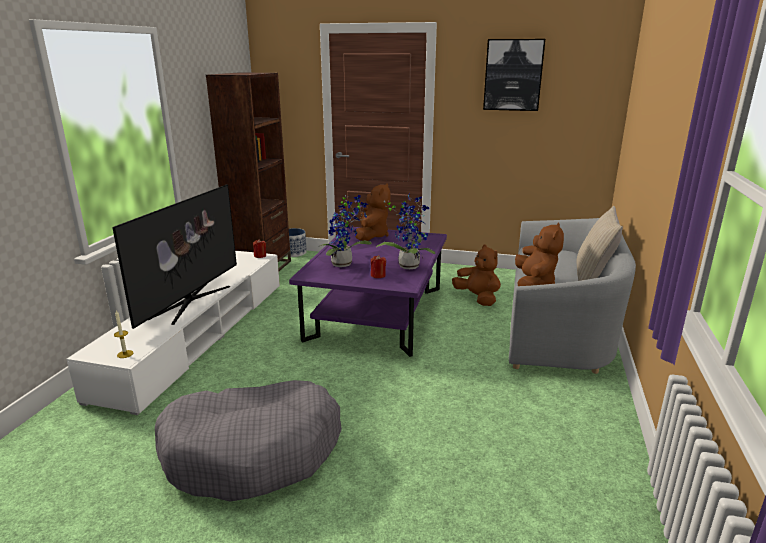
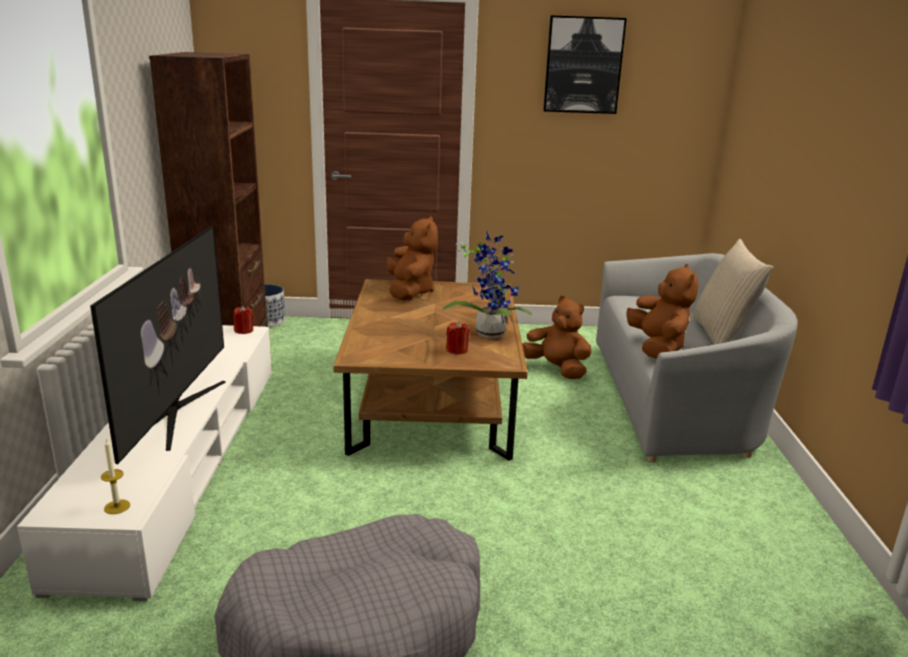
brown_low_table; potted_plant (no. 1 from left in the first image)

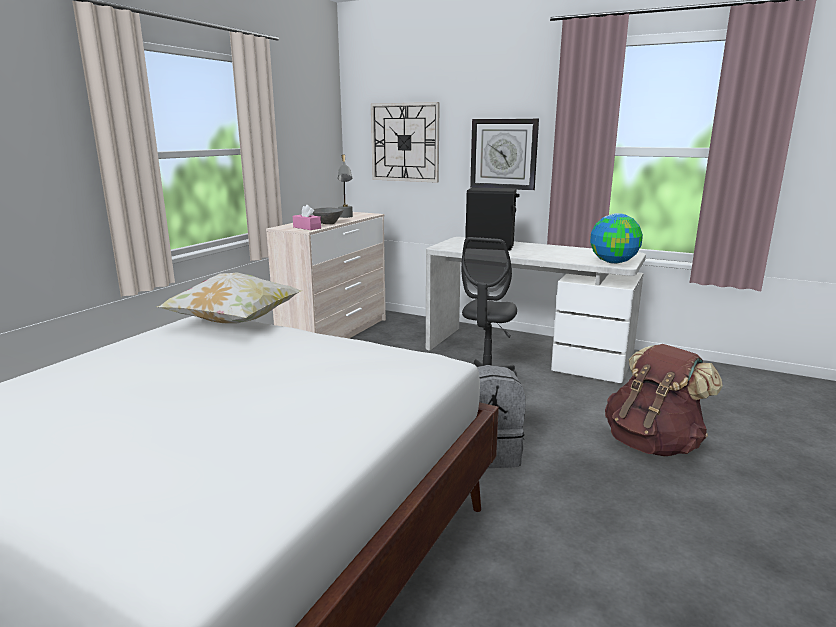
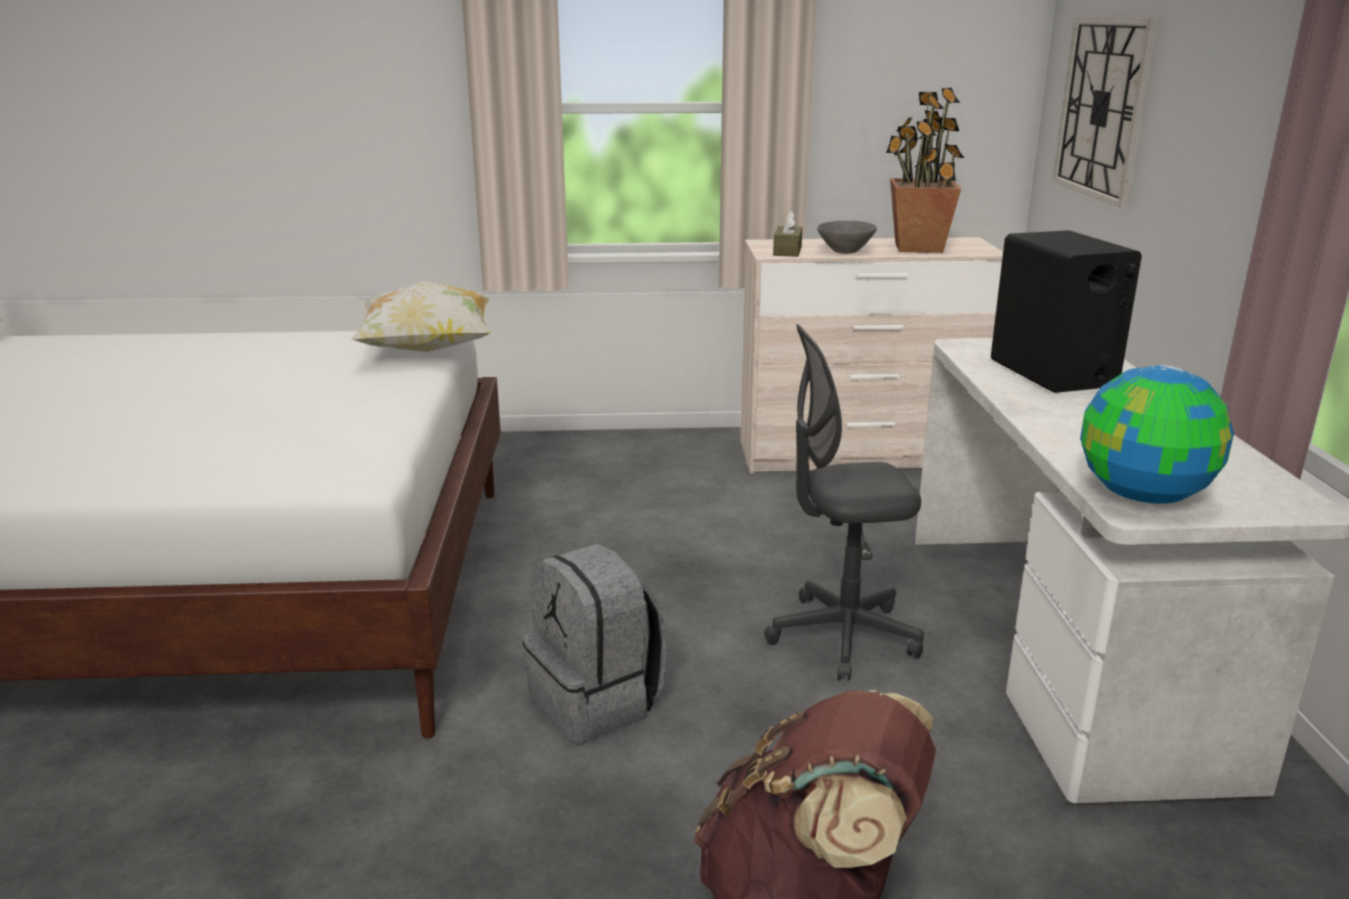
brown_box_of_tissues; potted_plant; clock_on_the_wall (no. 2 from left in the first image)

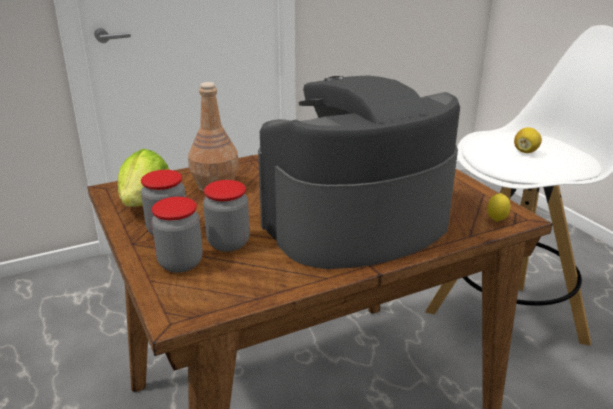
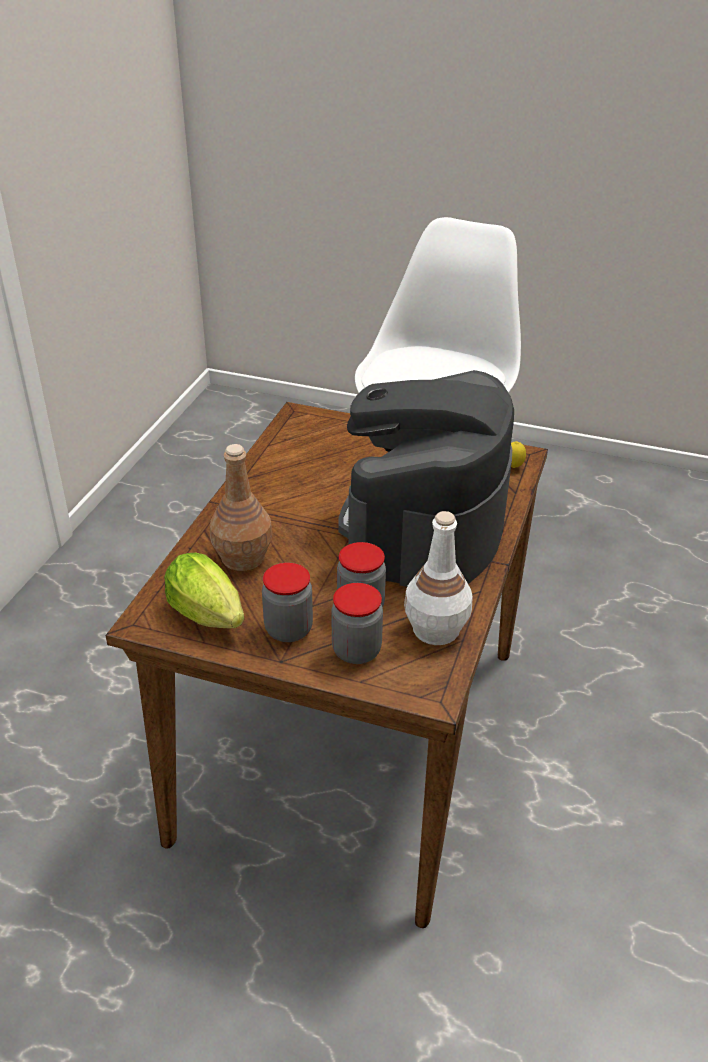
white-coloured_drink_bottle; whole_lemon (no. 2 from left in the first image)

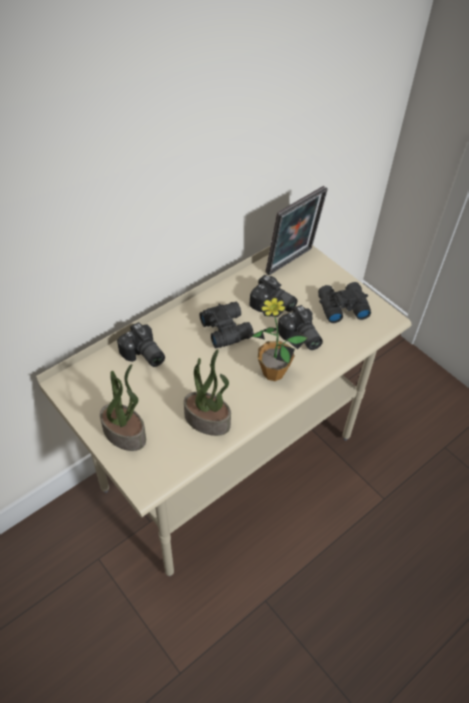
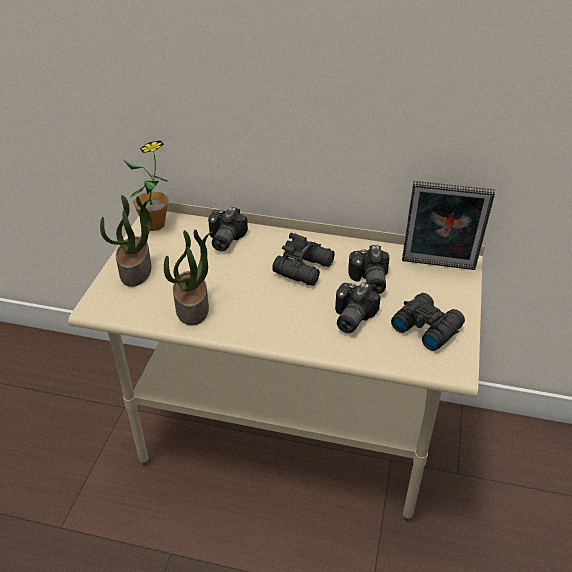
potted_plant (no. 2 from left)

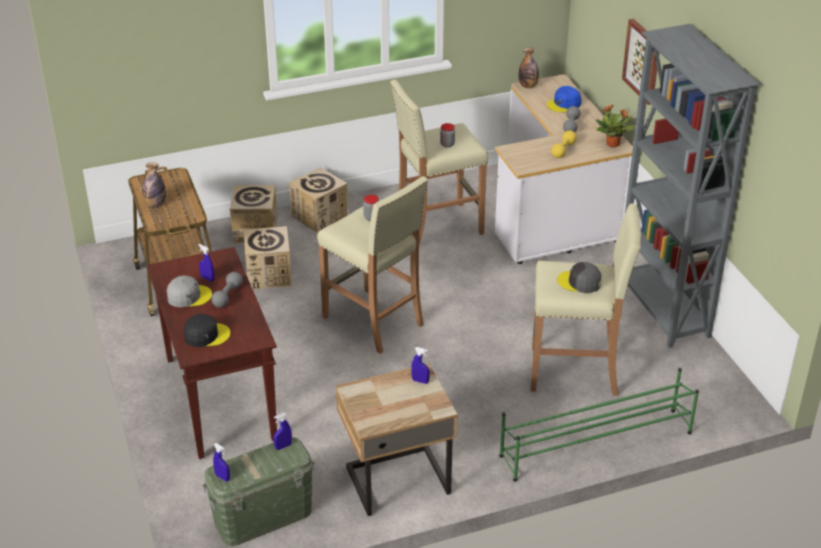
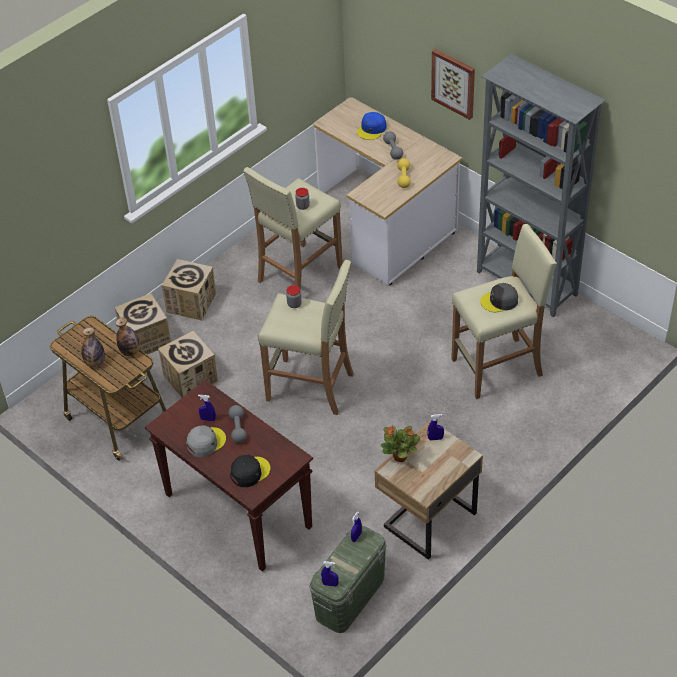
drink_bottle (no. 2 from left); potted_plant; green_shoe_rack

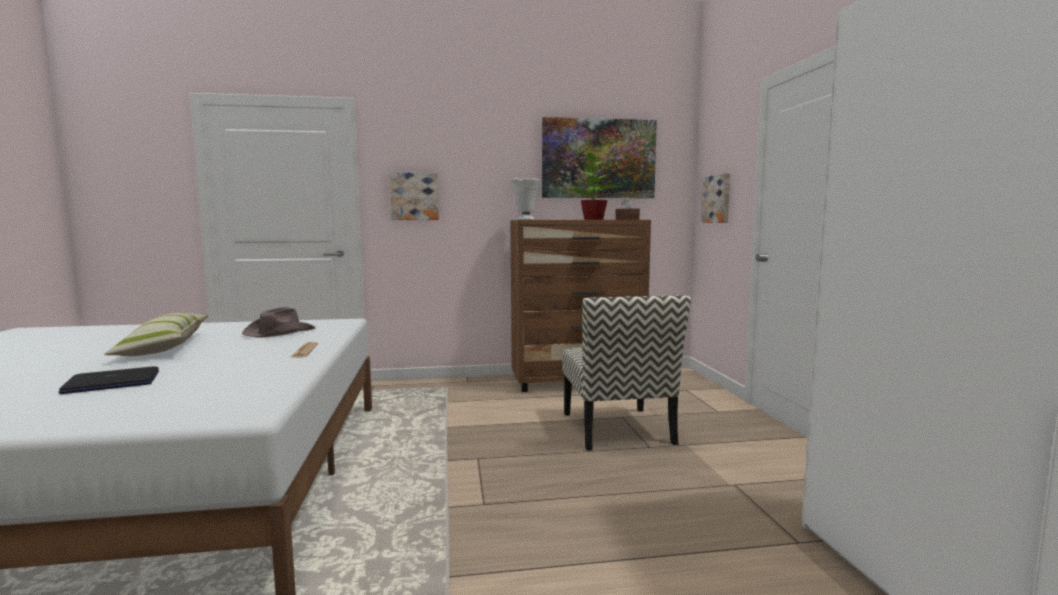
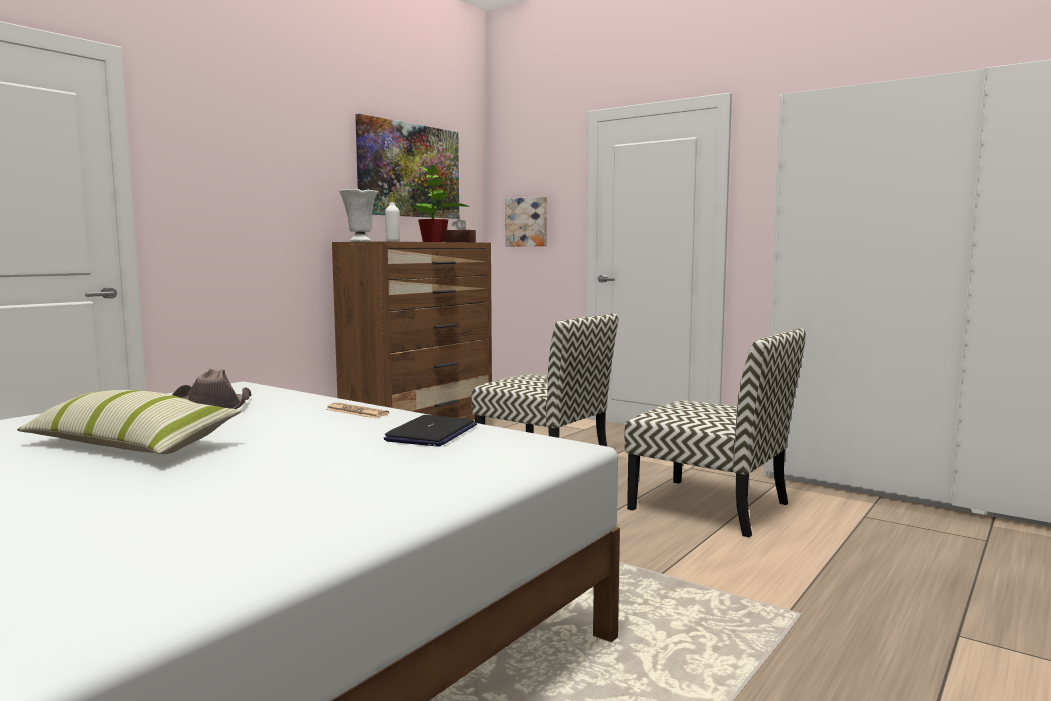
laptop; white-coloured_drink_bottle; plain_chair (no. 2 from left); wall_picture (no. 1 from left in the first image)

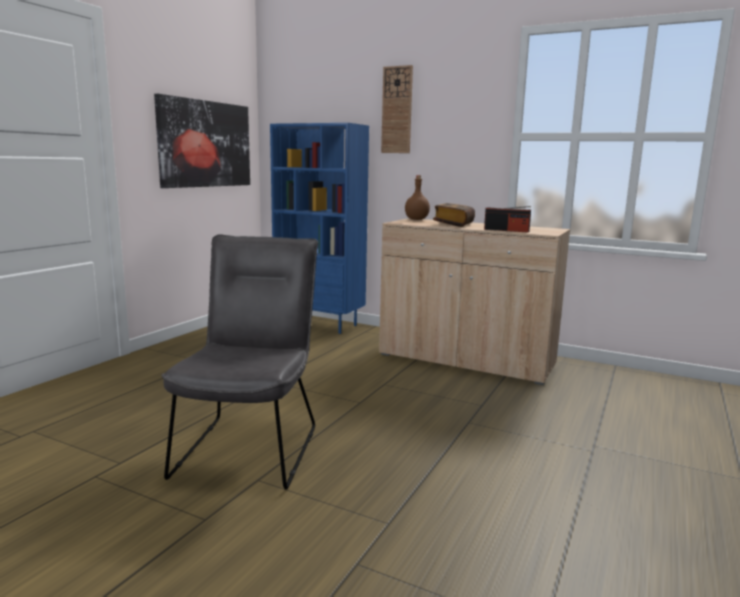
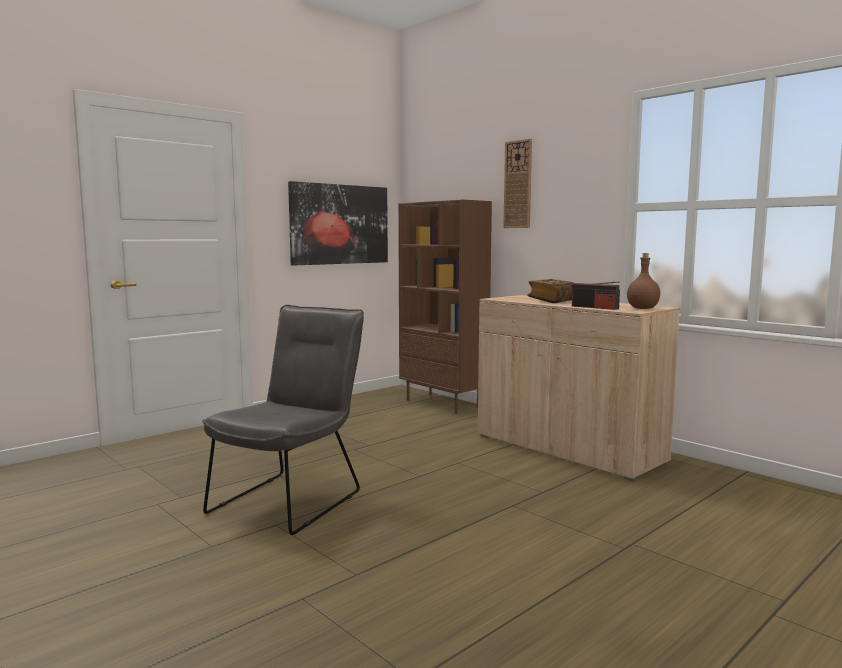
brown_bookcase; brown_drink_bottle

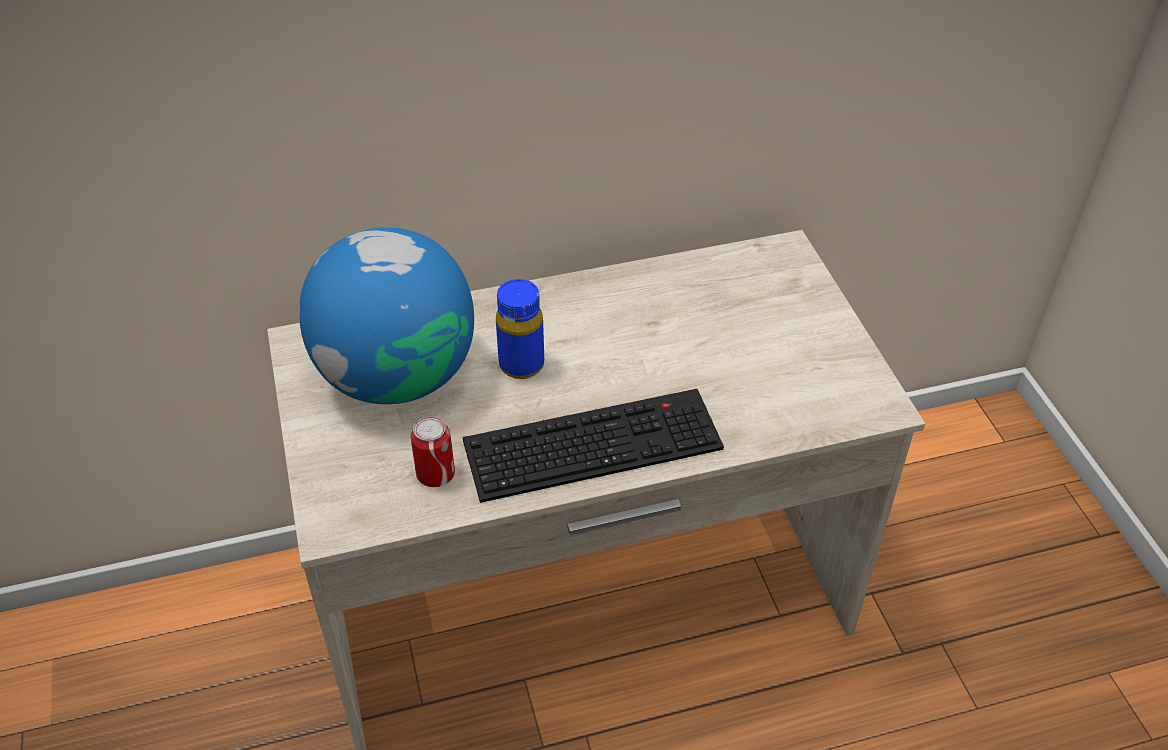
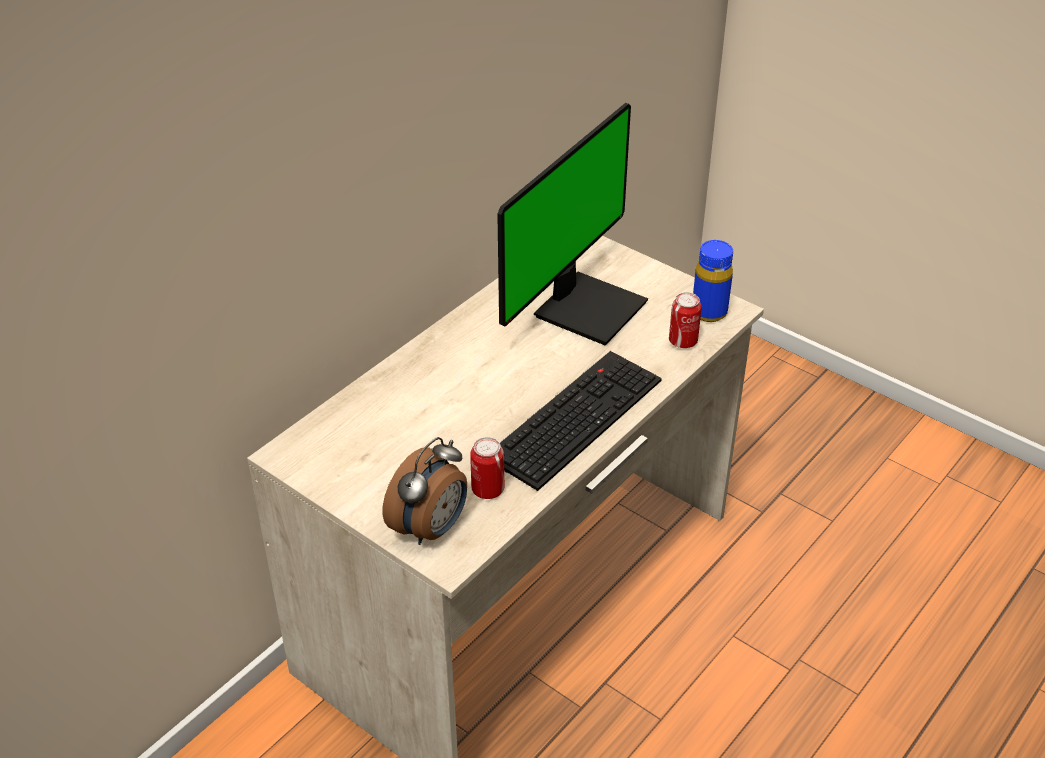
alarm_clock; computer_screen; can (no. 2 from left); blue-coloured_drink_bottle; world_globe

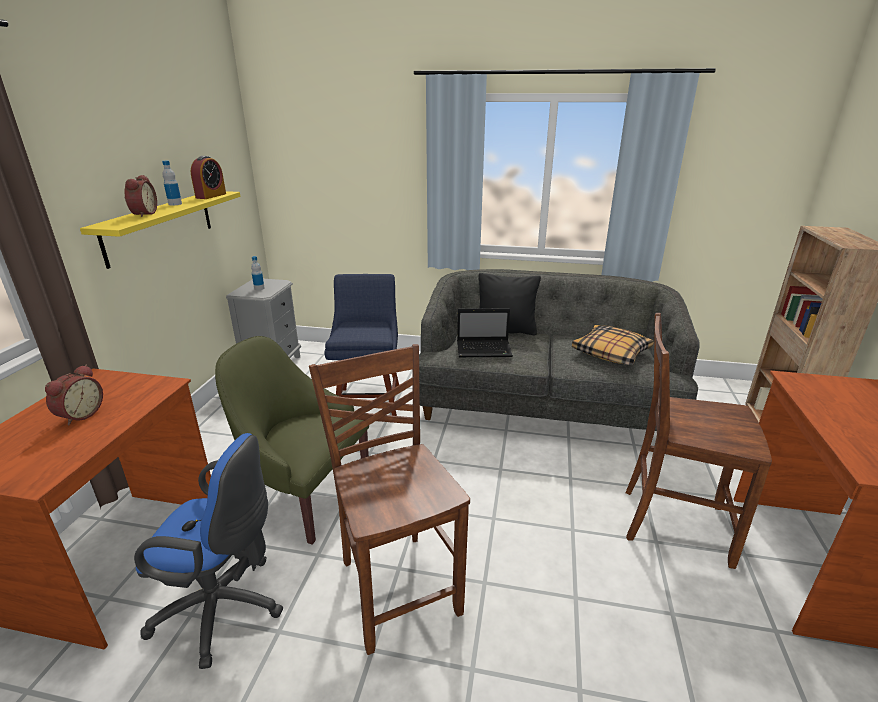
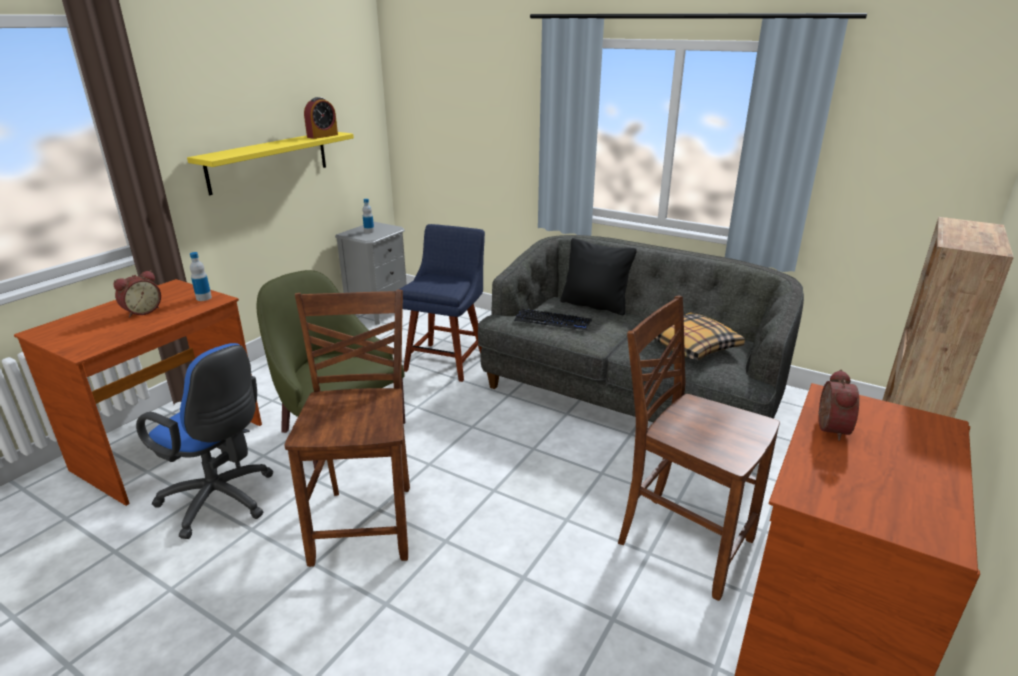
drink_bottle (no. 1 from left); keyboard; alarm_clock (no. 3 from left)

